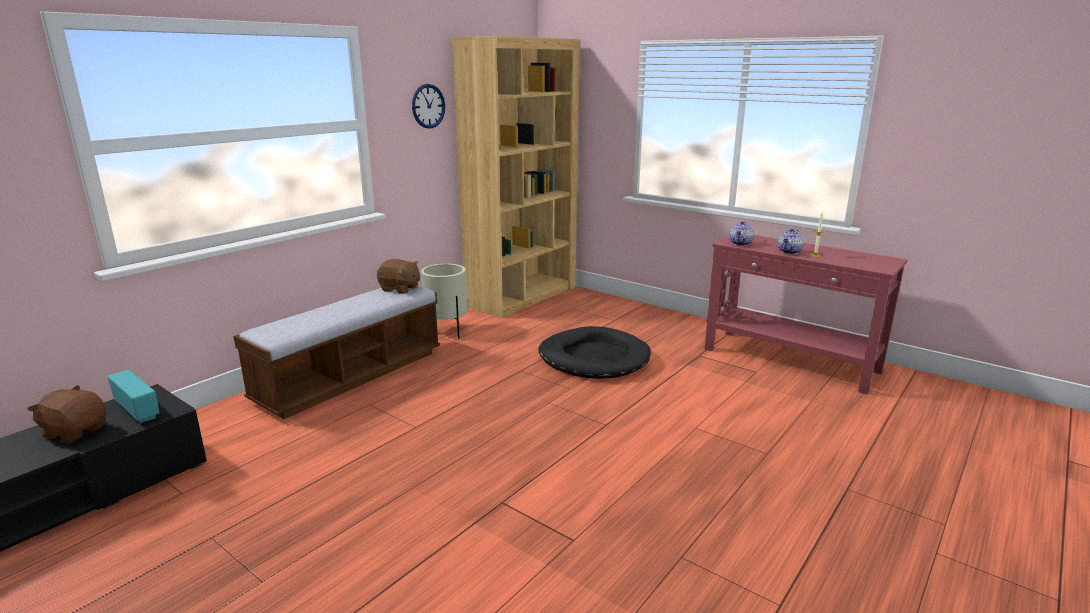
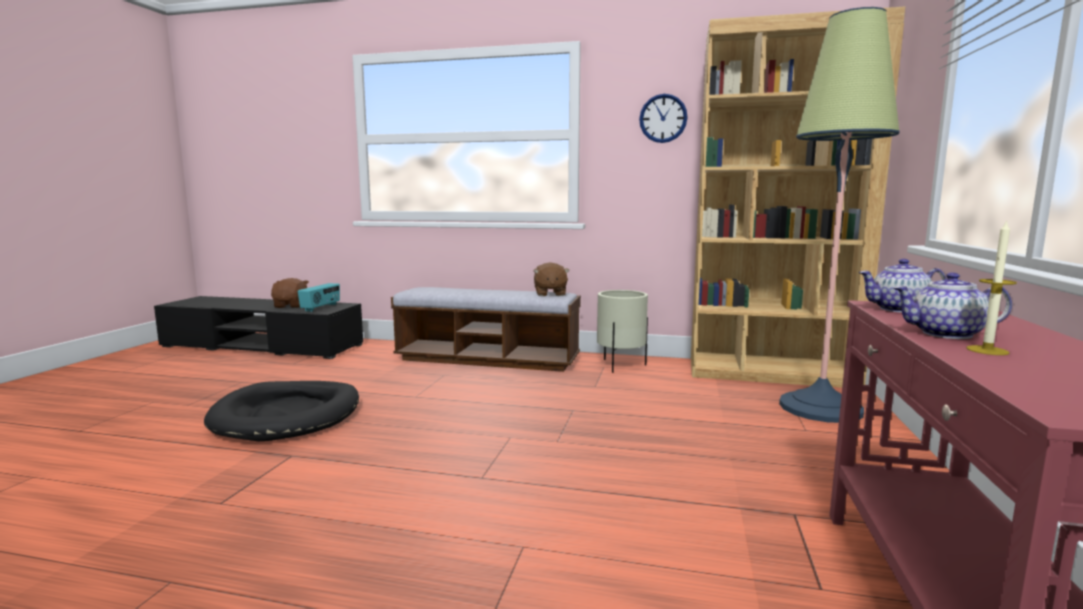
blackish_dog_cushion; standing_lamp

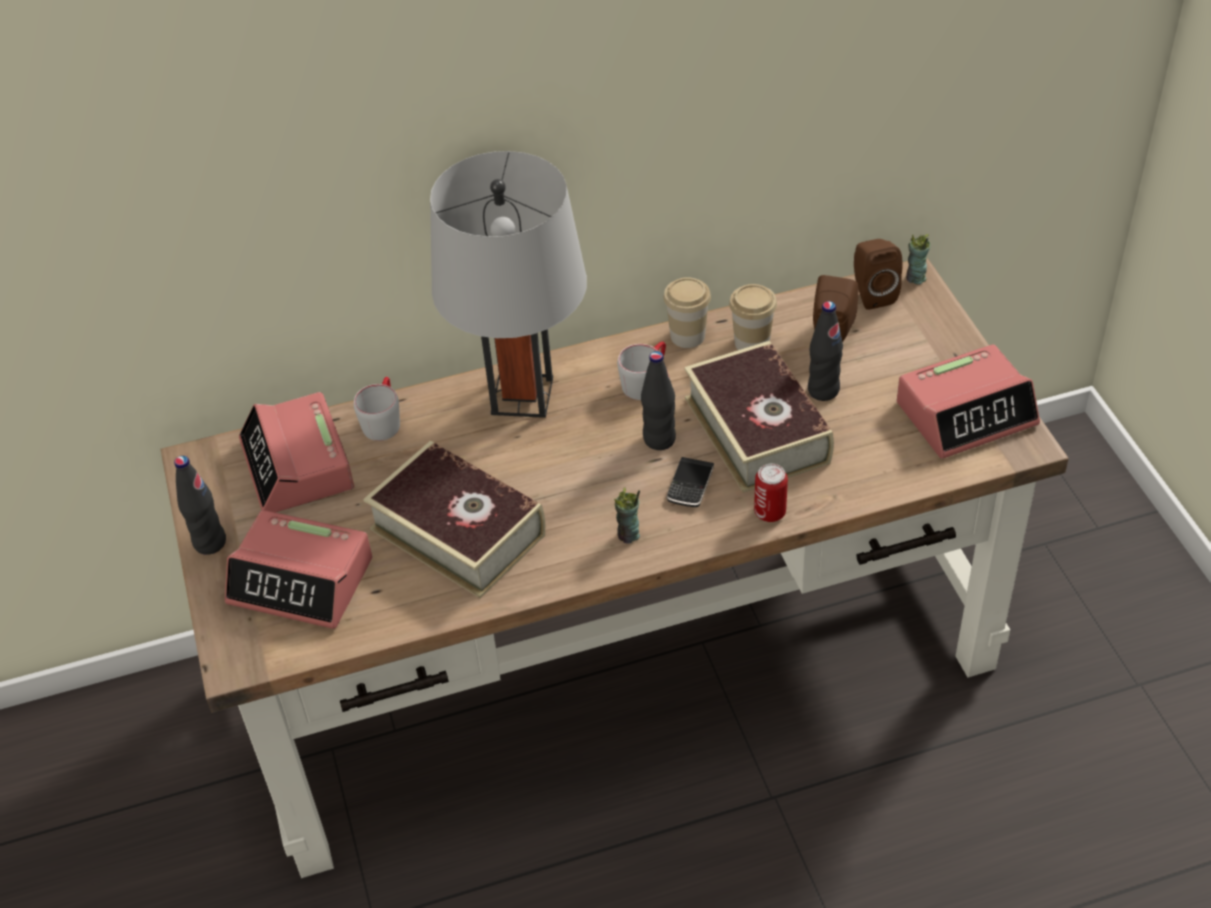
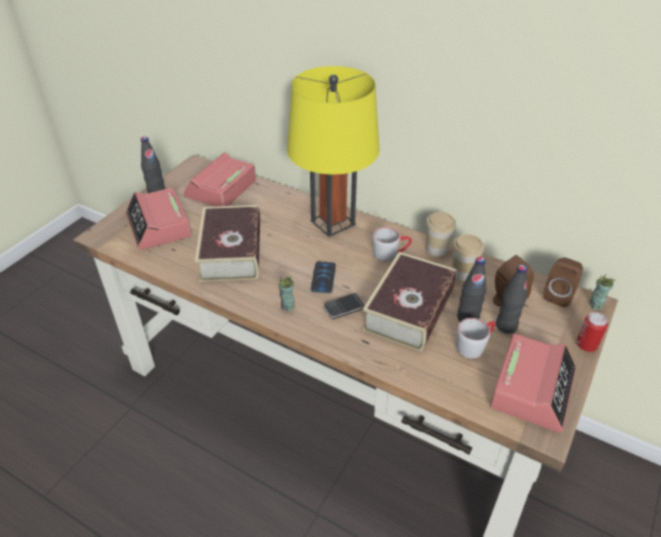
yellow-coloured_tabletop_lamp; telephone (no. 1 from left); gray_tea_mug (no. 2 from left); alarm_clock (no. 3 from left); blackish_drink_bottle (no. 3 from left); can

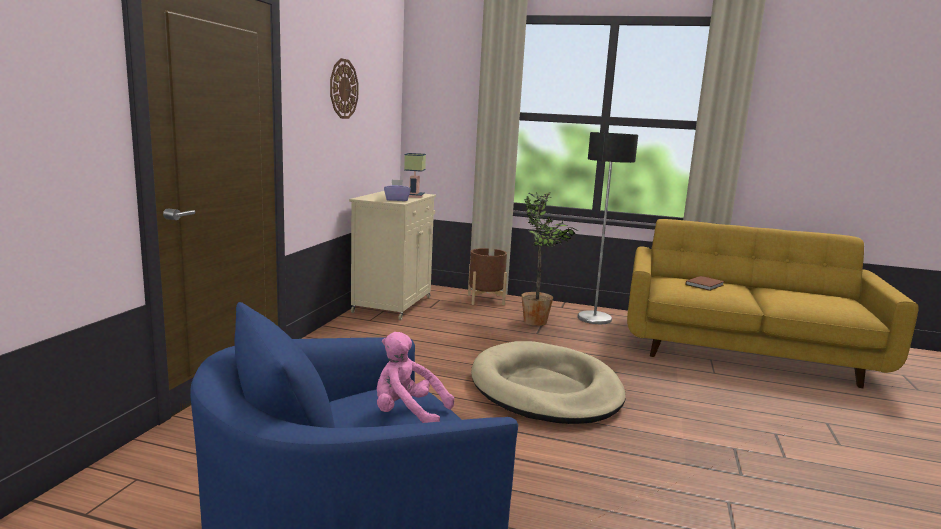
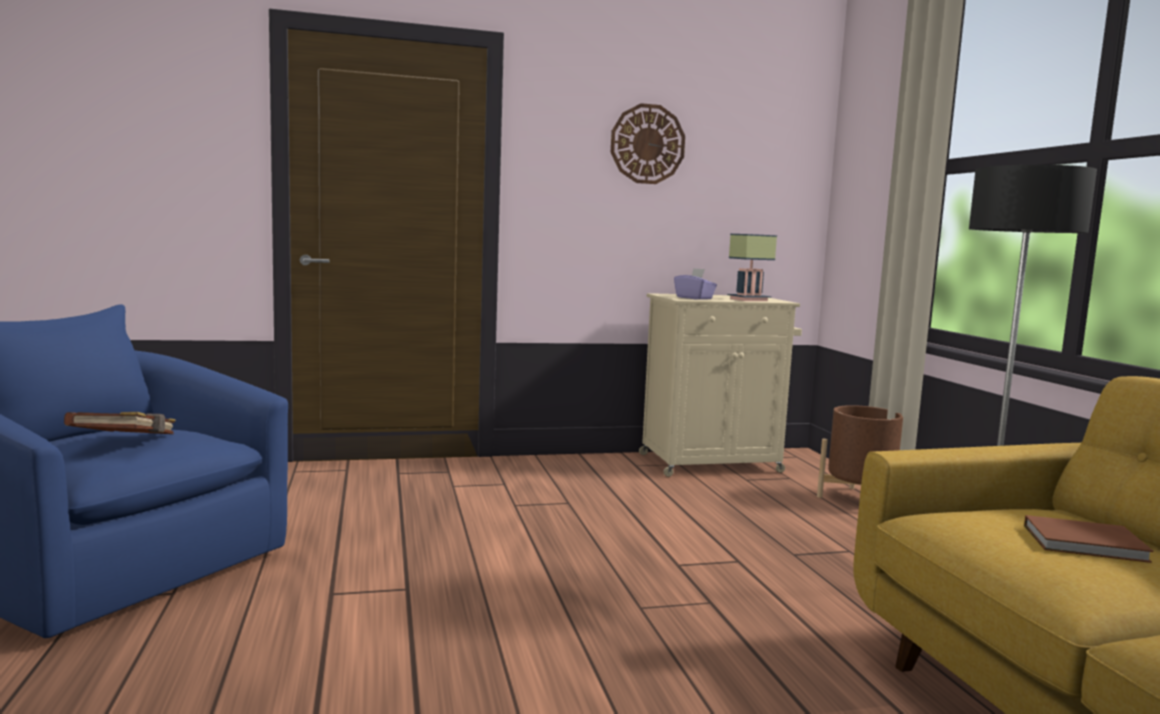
brown_bound_book (no. 1 from left); sand-coloured_dog_cushion; potted_plant

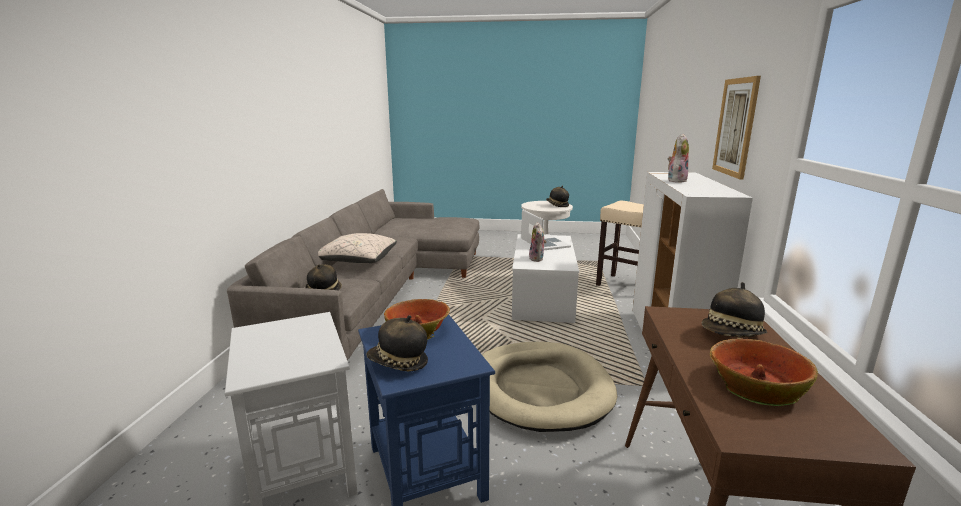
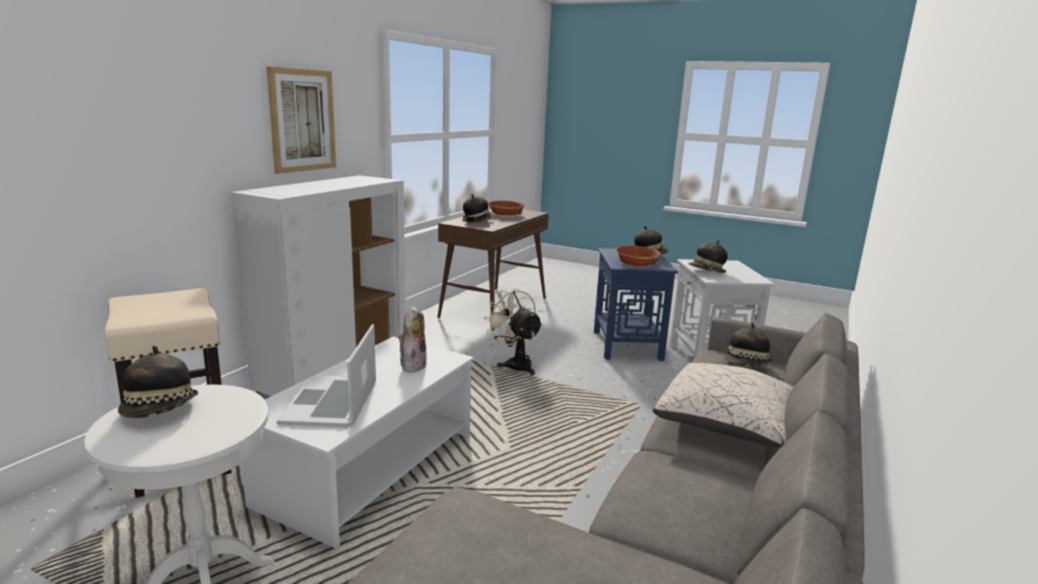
sand-coloured_cooling_fan; wearable_hat (no. 4 from left); cuddly_toy (no. 2 from left in the first image)

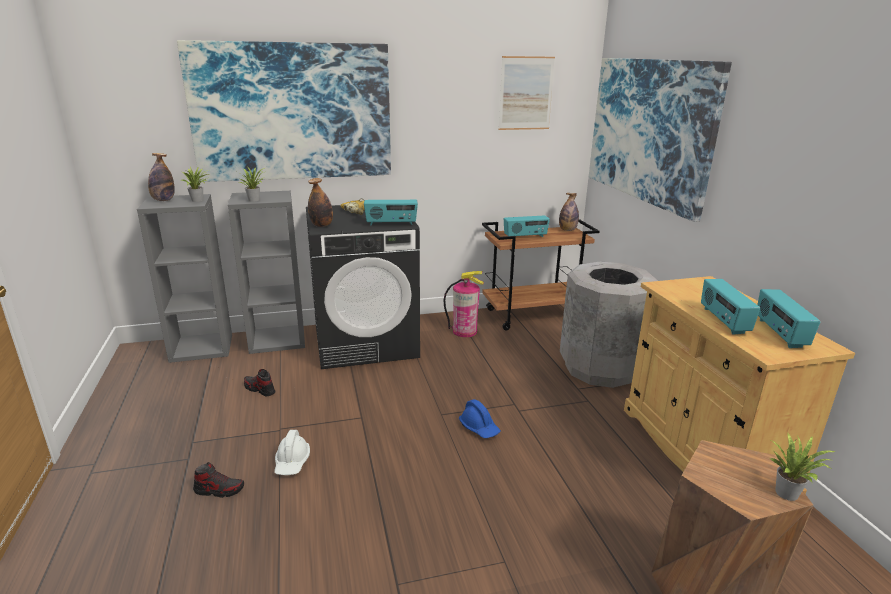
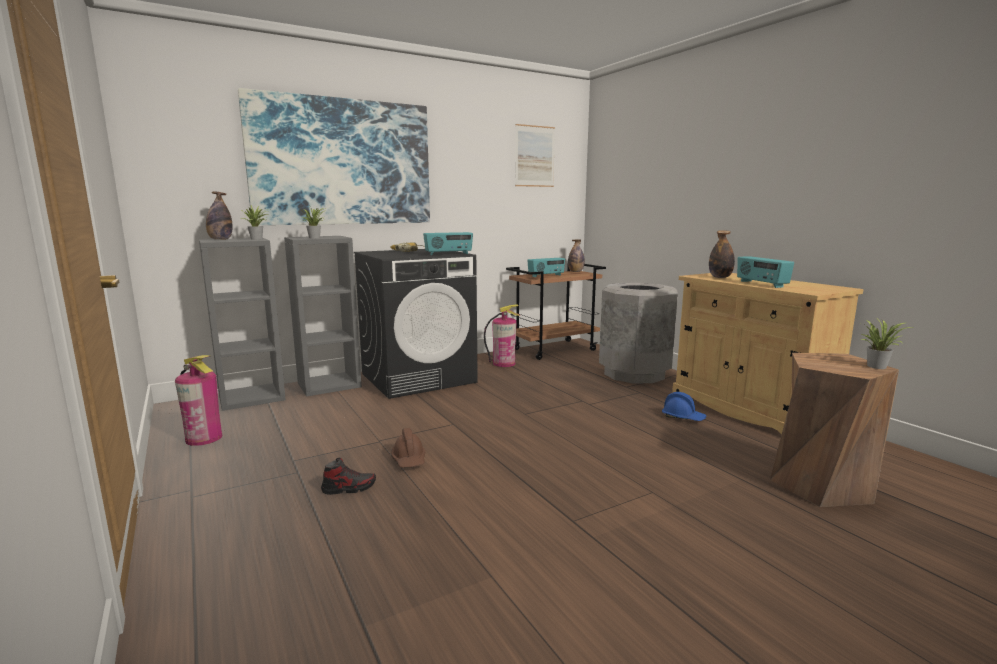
fire_extinguisher (no. 1 from left); brown_hard_hat; blue-coloured_hard_hat; drink_bottle (no. 3 from left); shoe (no. 2 from left in the first image); wall_picture (no. 3 from left in the first image); radio_receiver (no. 4 from left in the first image)

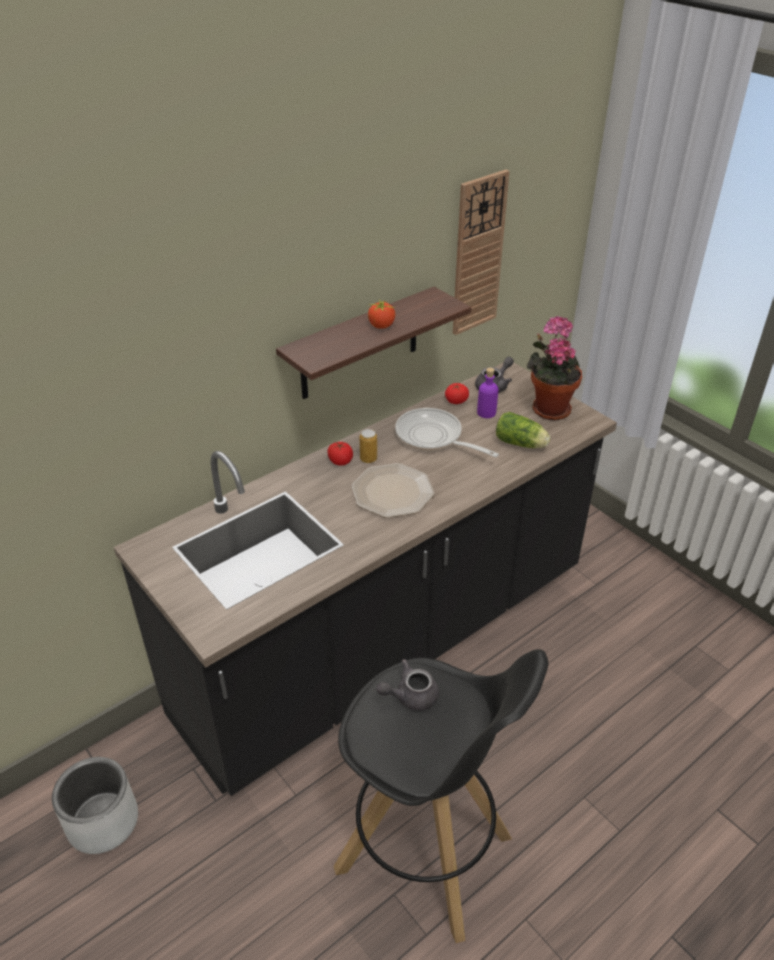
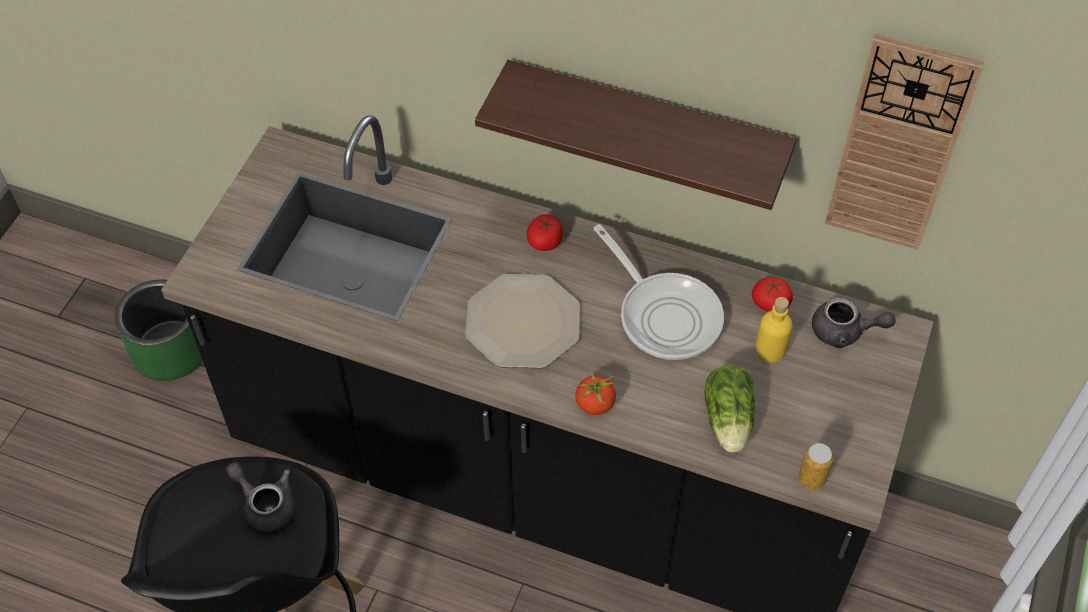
green_plant_pot; whole_tomato (no. 2 from left); pan; yellow-coloured_drink_bottle; can; potted_plant

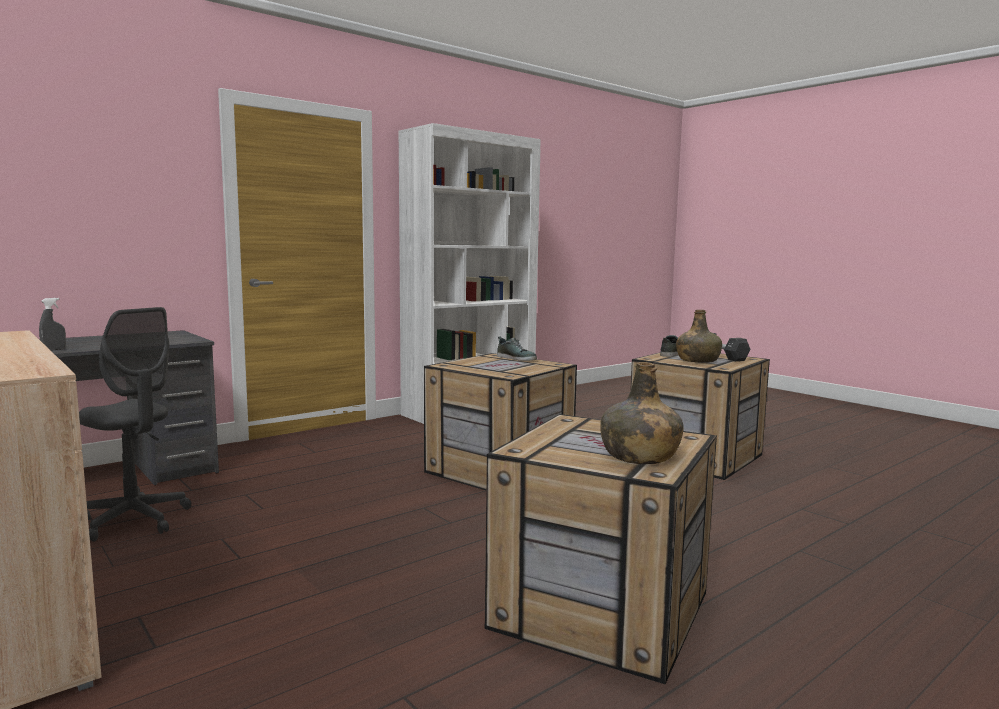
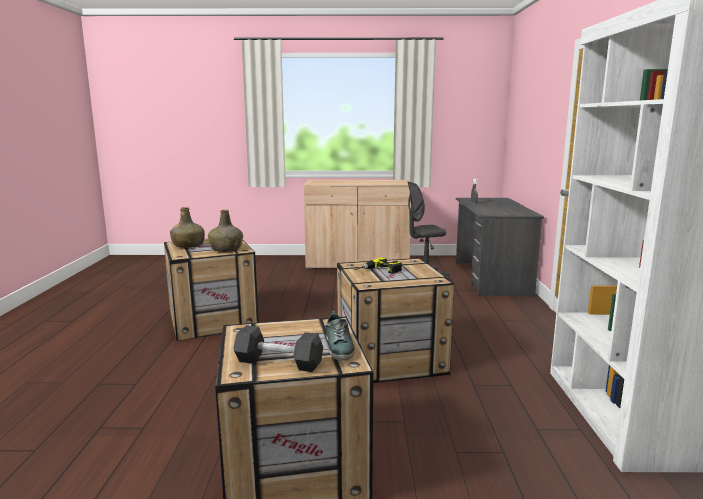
green_drink_bottle (no. 2 from left); drill; shoe (no. 1 from left in the first image)

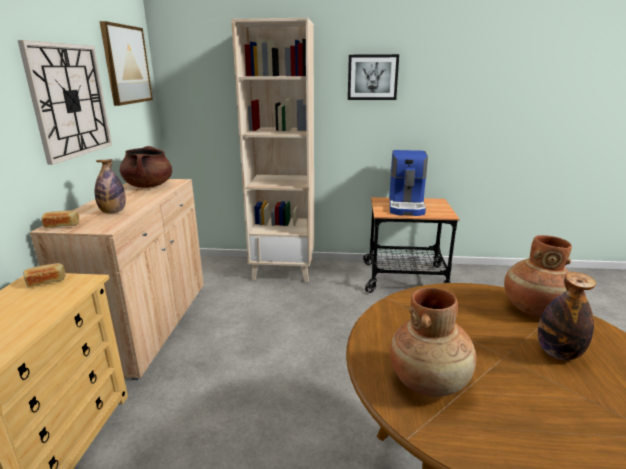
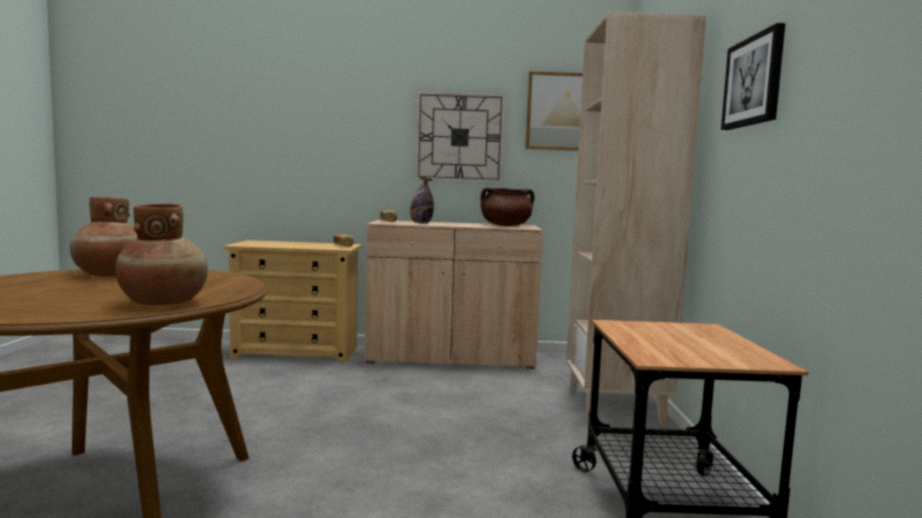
coffee_brewer; drink_bottle (no. 2 from left in the first image)

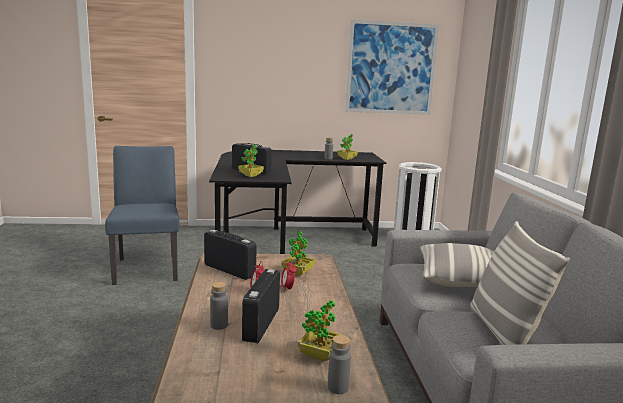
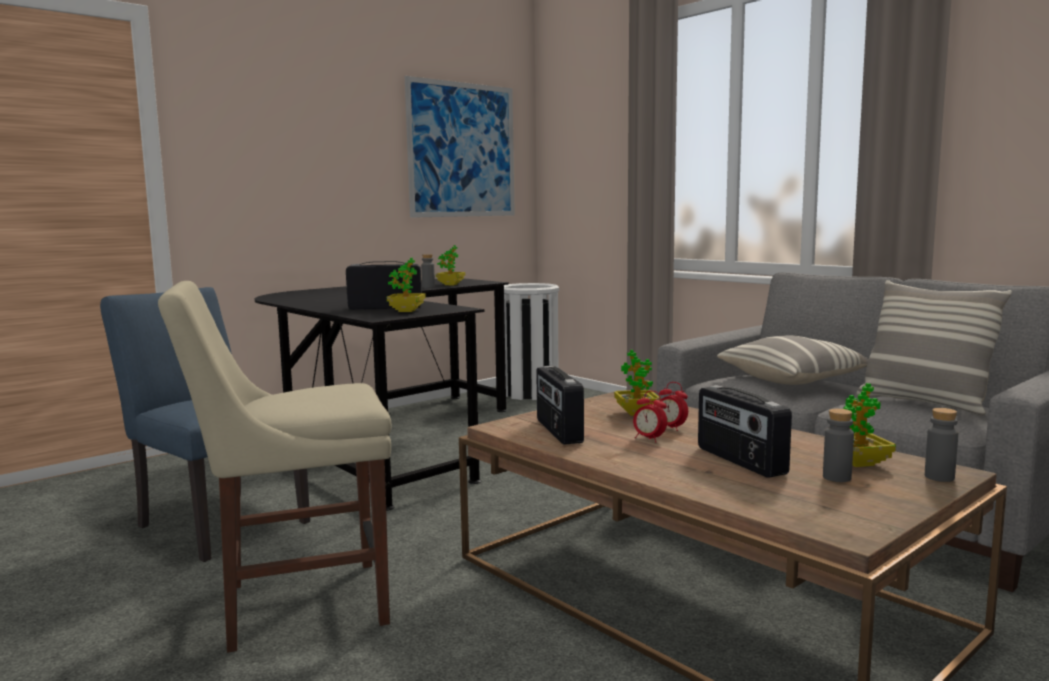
sand-coloured_plain_chair; radio_receiver (no. 2 from left); gray_drink_bottle (no. 2 from left)

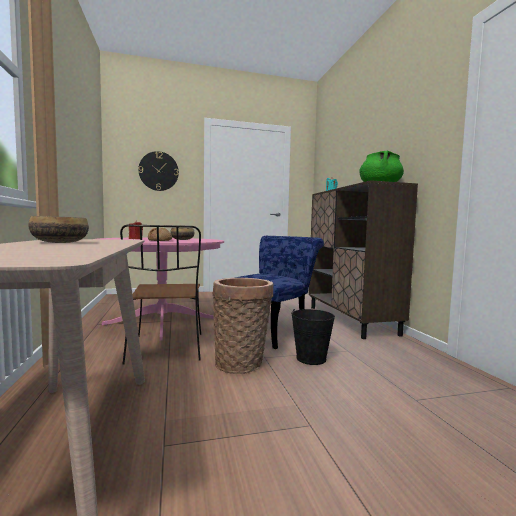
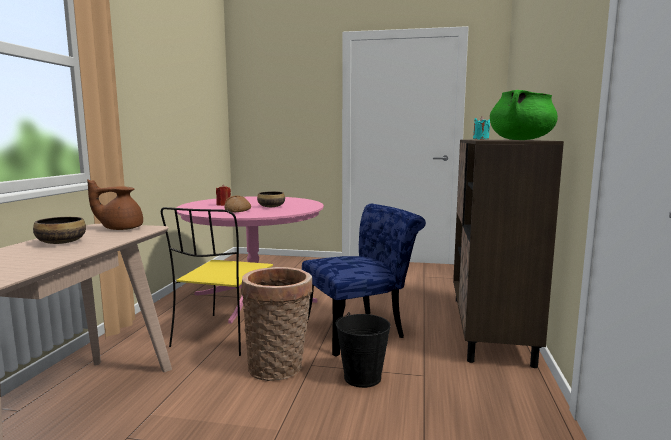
brown_teapot; yellow-coloured_plain_chair; clock_on_the_wall

